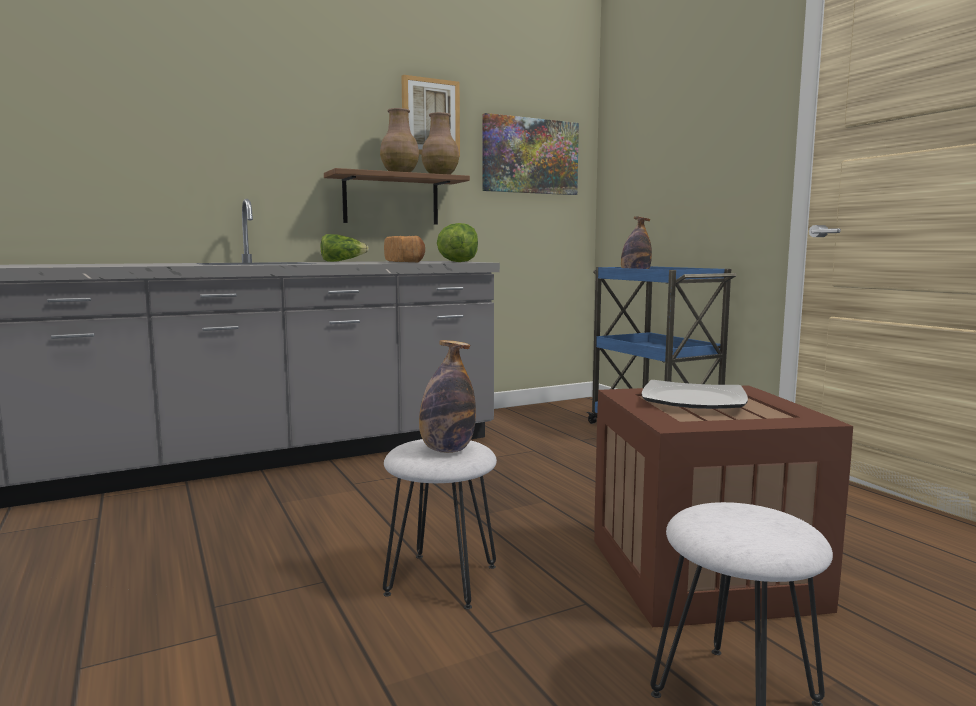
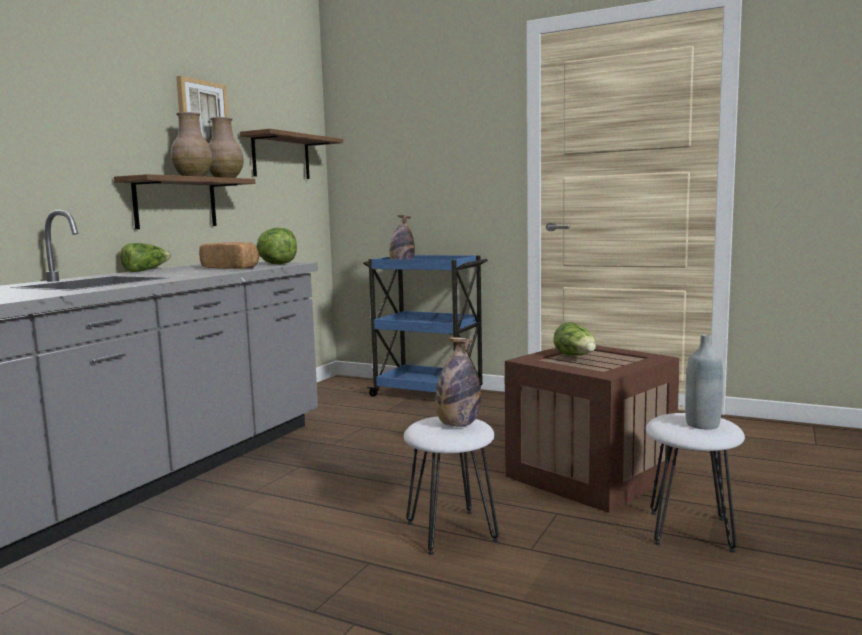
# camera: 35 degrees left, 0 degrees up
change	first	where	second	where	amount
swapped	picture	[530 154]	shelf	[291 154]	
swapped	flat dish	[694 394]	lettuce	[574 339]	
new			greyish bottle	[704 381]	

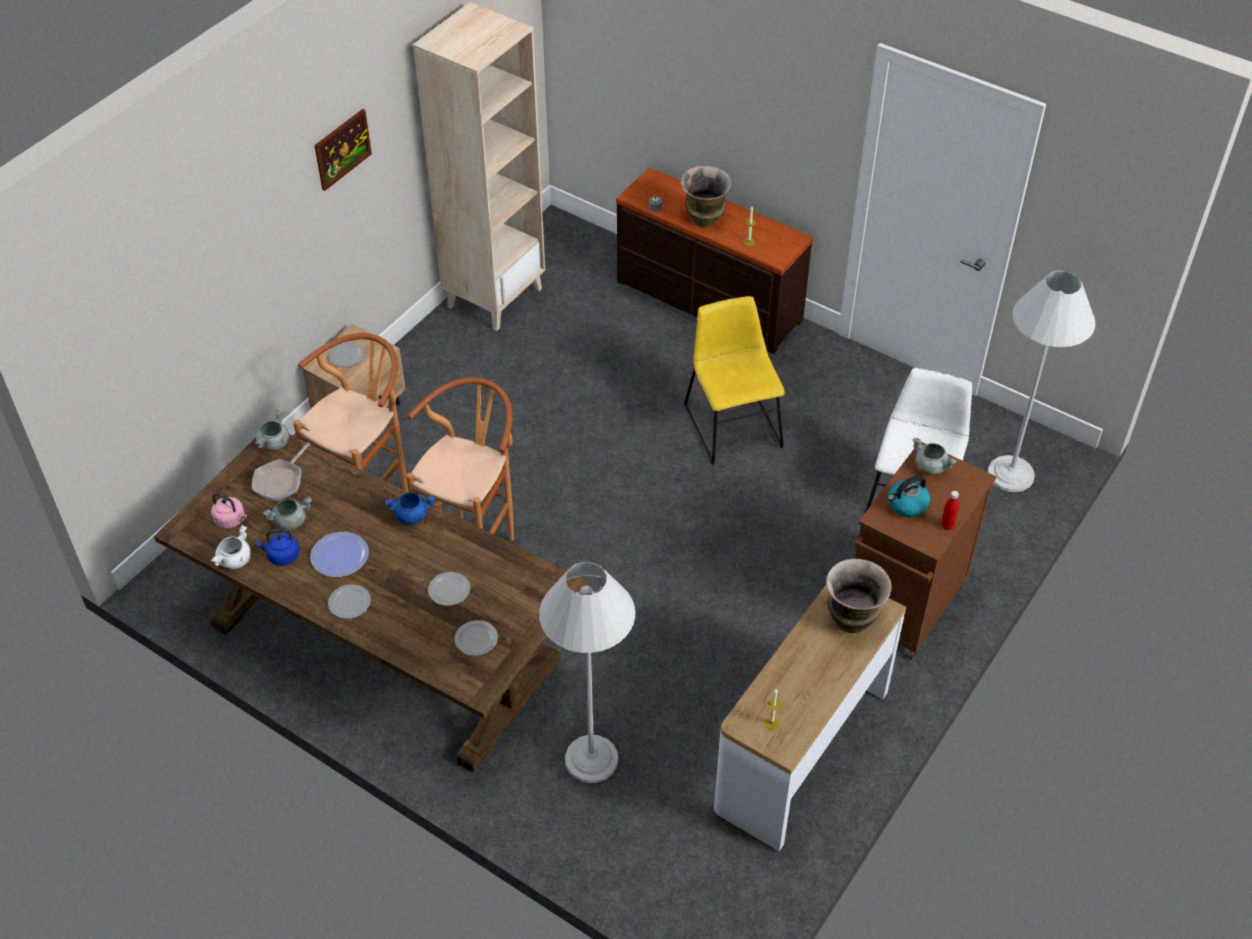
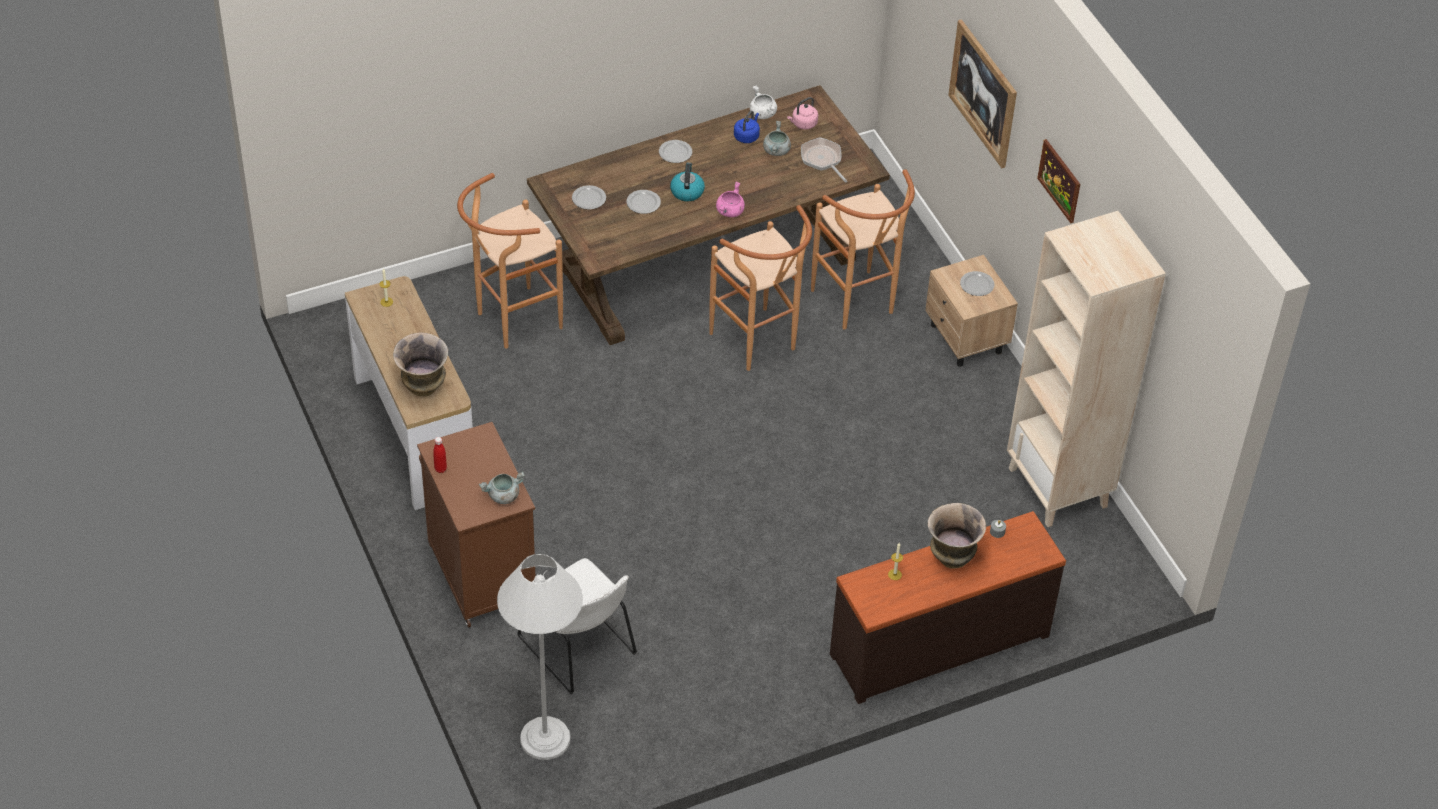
# camera: 120 degrees right, 0 degrees up
change	first	where	second	where	amount
gone	yellow-coloured plain chair	[734 380]			
gone	greyish cooking pot	[272 430]			
shifted	water kettle	[909 496]		[687 181]	
repainted	blue cooking pot	[410 508]	pink cooking pot	[730 199]	
gone	flat dish	[339 554]			
swapped	white standard lamp	[587 672]	brownish stool seat	[510 261]	
new			picture	[982 93]	

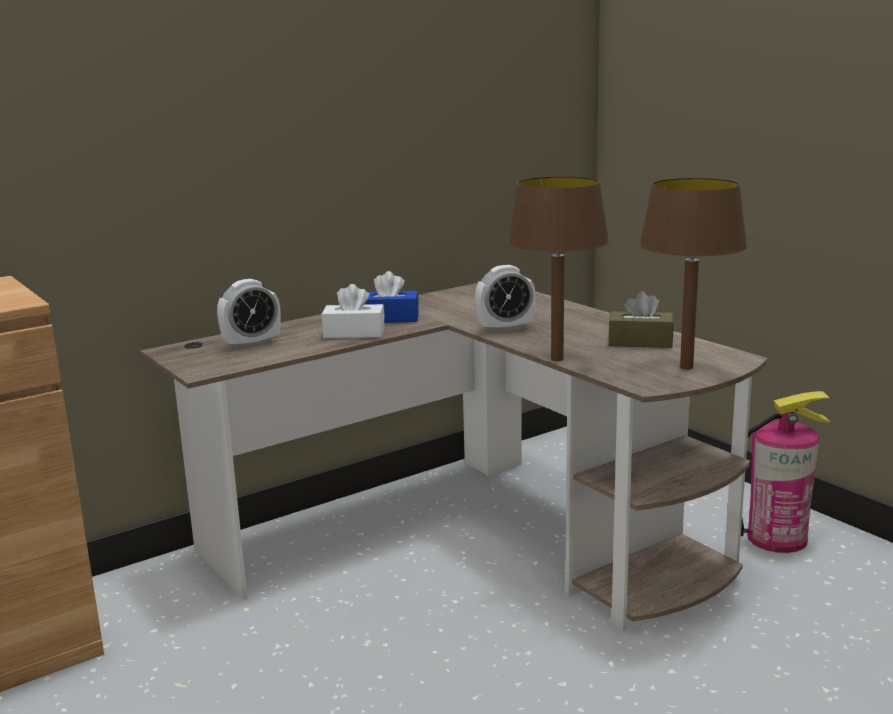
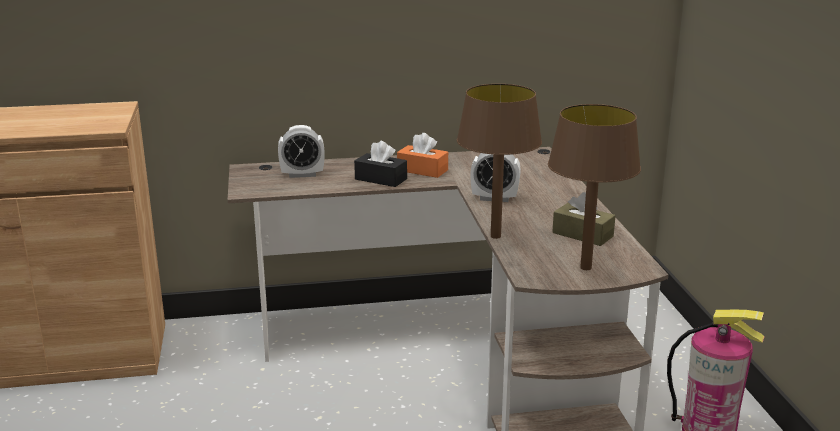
# camera: 25 degrees right, 5 degrees up
change	first	where	second	where	amount
repainted	blue box of tissues	[391 297]	orangey box of tissues	[422 155]	
repainted	white box of tissues	[353 311]	blackish box of tissues	[380 164]	

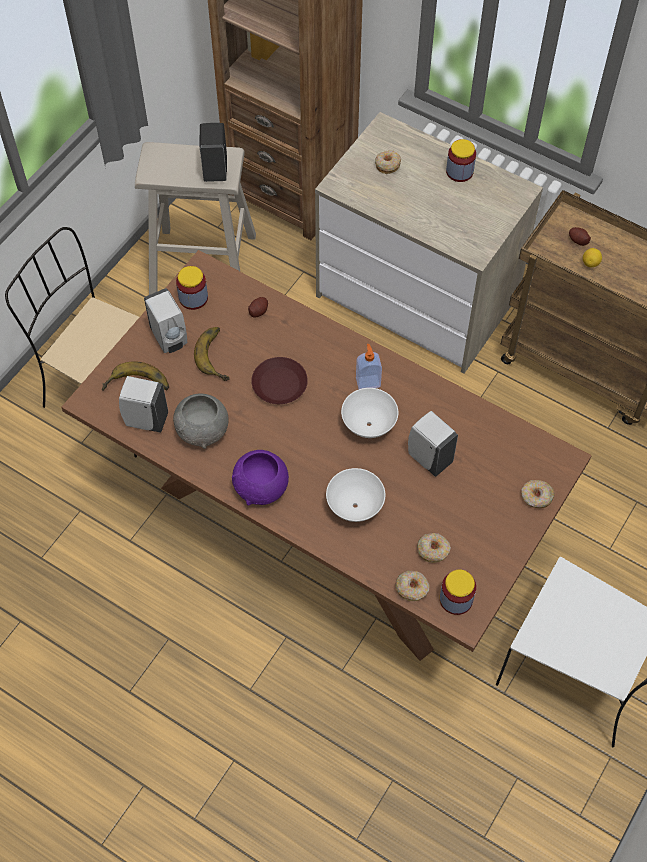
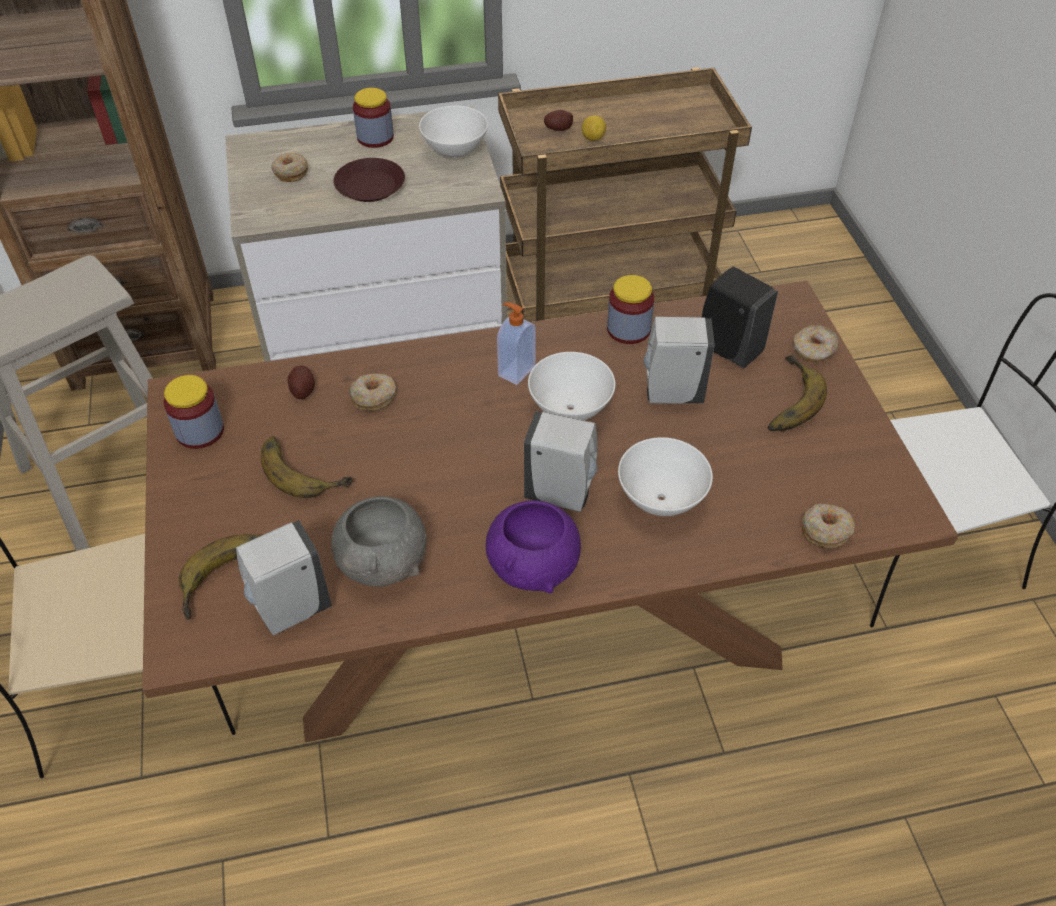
# camera: 45 degrees left, 10 degrees down
change	first	where	second	where	amount
shifted	blackish soap dispenser	[213 152]		[740 317]	
shifted	white soap dispenser	[165 320]		[561 461]	
shifted	brownish flat dish	[279 380]		[369 180]	
shifted	ring doughnut	[434 548]		[372 392]	
shifted	preserve jar	[458 592]		[630 309]	
new			white serving bowl	[453 132]	
new			banana	[797 393]	

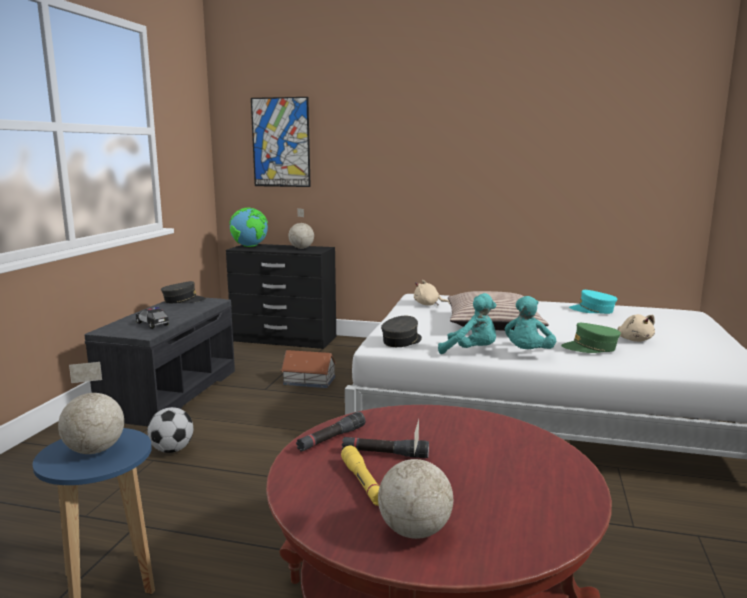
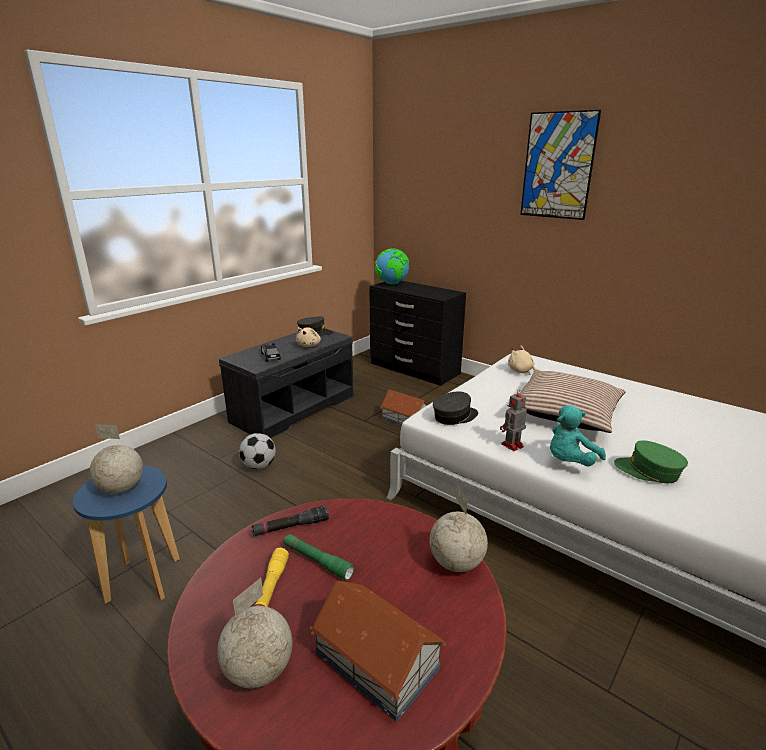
# camera: 25 degrees right, 10 degrees up
change	first	where	second	where	amount
shifted	picture	[281 142]		[560 165]	
shifted	globe	[301 228]		[459 528]	
gone	turquoise-coloured peaked cap	[593 302]			
swapped	turquoise-coloured cuddly toy	[467 323]	robot figure	[513 420]	
shifted	beige cuddly toy	[636 328]		[308 337]	
repainted	blackish flashlight	[385 447]	greenish flashlight	[318 557]	
new			miniature house	[378 651]	

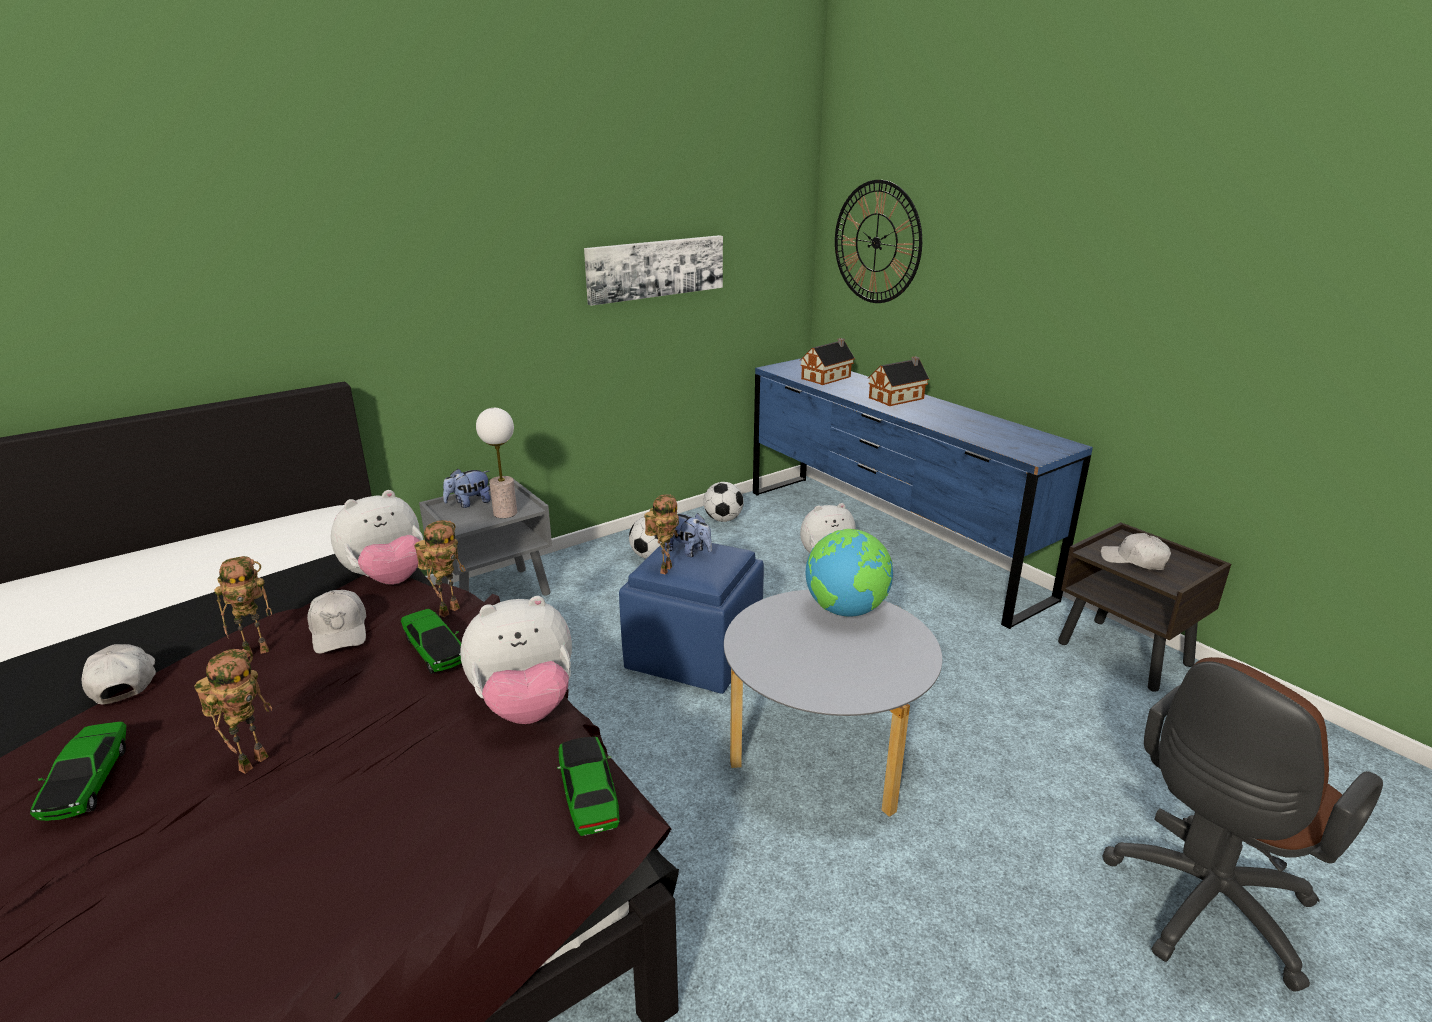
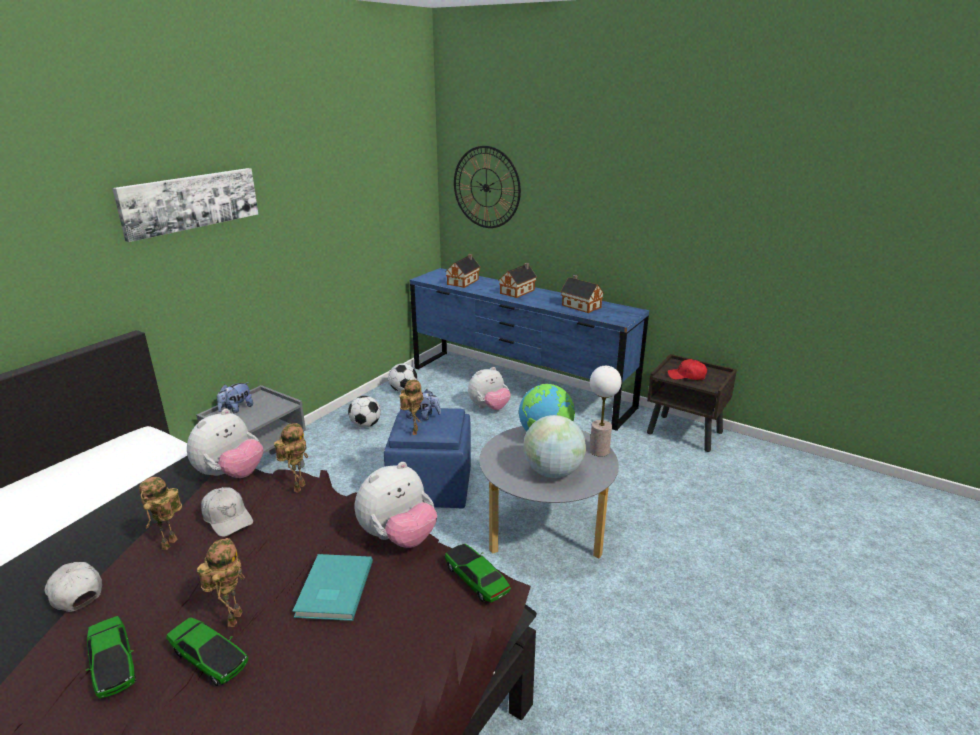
# camera: 20 degrees left, 0 degrees up
change	first	where	second	where	amount
shifted	picture	[653 270]		[185 205]	
shifted	tabletop lamp	[496 463]		[606 411]	
repainted	white peaked cap	[1136 551]	red peaked cap	[687 369]	
rotated	robot figure	[243 606]		[160 513]	150 degrees clockwise
shifted	toy car	[431 641]		[207 651]	
gone	brownish office chair	[1242 824]			
new			miniature house	[582 294]	
new			globe	[554 446]	
new			turquoise-coloured volume	[333 587]	

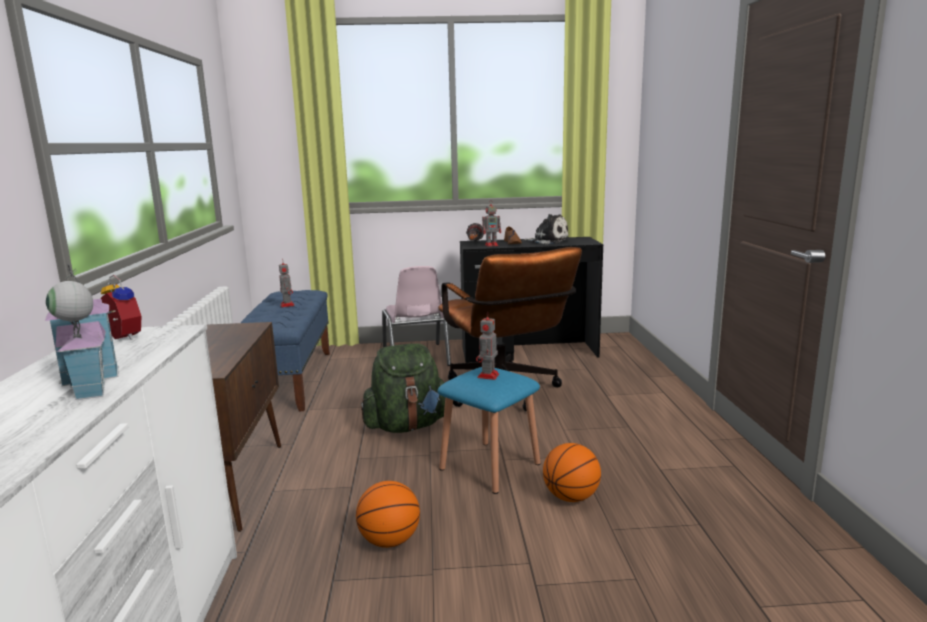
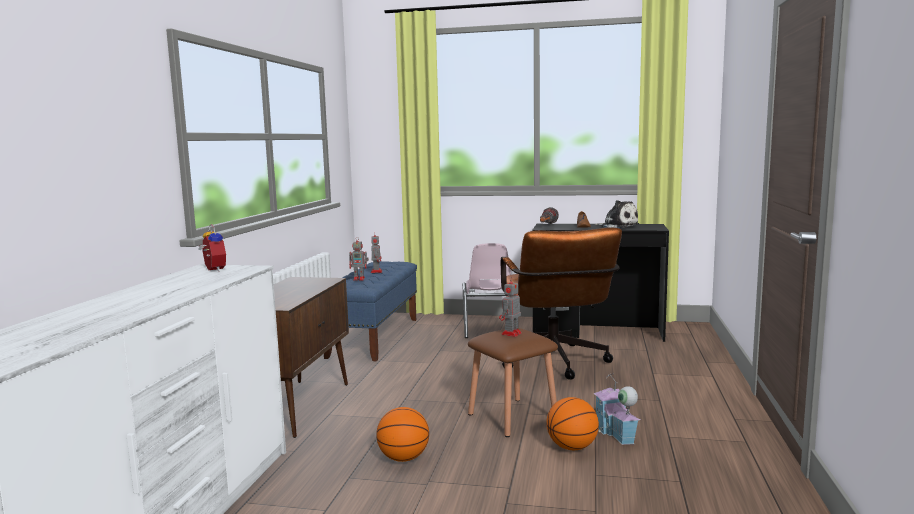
# camera: 15 degrees right, 5 degrees down
change	first	where	second	where	amount
shifted	robot figure	[491 223]		[359 259]	
shifted	miniature house	[82 332]		[616 409]	
gone	greenish backpack	[403 388]			
repainted	blue stool seat	[489 430]	brownish stool seat	[513 382]	

